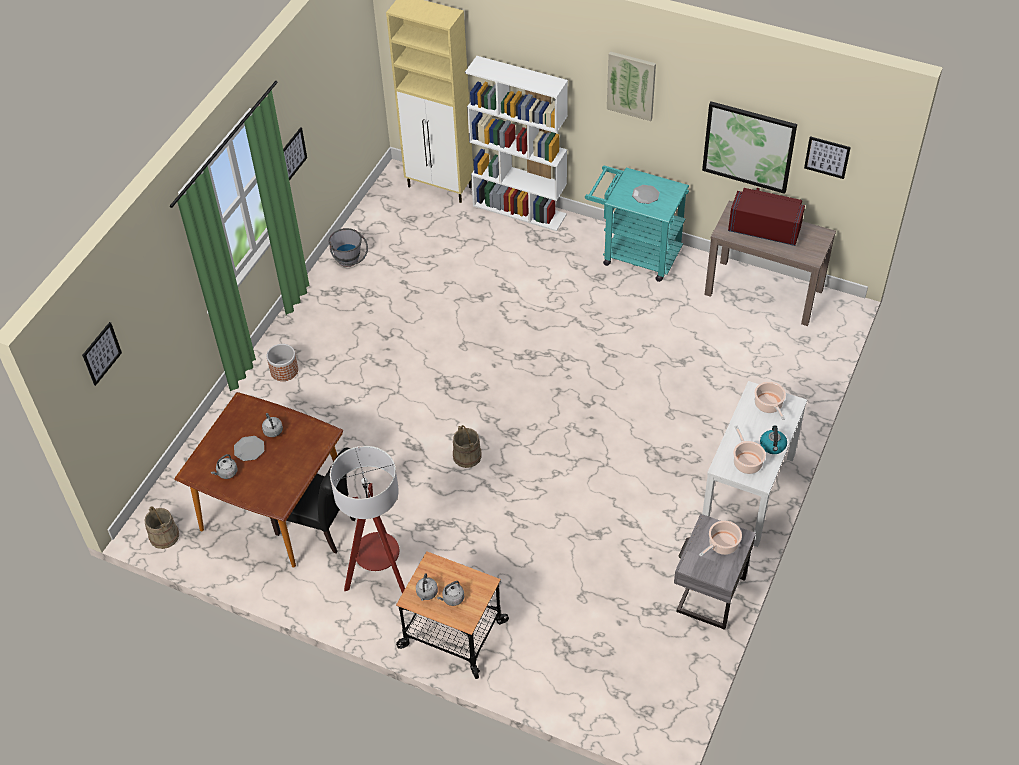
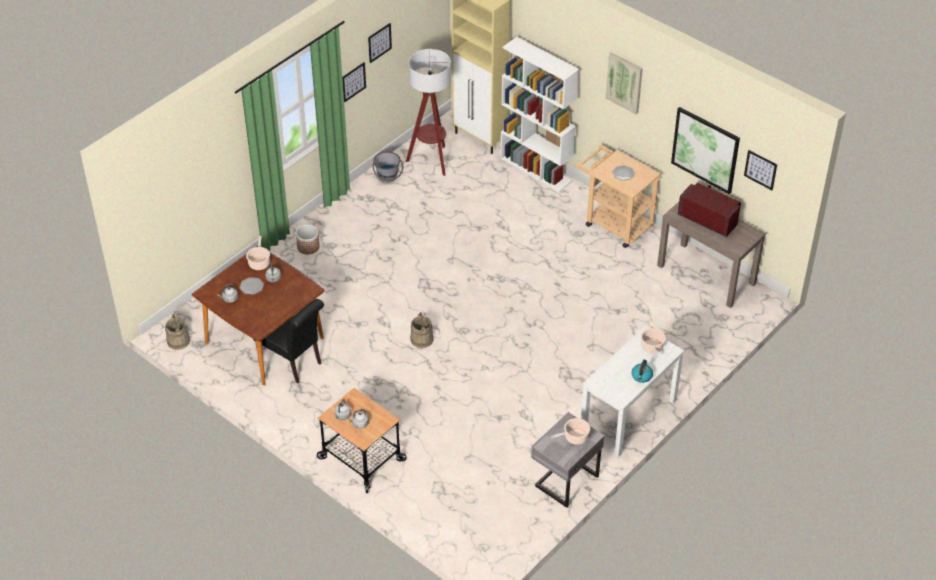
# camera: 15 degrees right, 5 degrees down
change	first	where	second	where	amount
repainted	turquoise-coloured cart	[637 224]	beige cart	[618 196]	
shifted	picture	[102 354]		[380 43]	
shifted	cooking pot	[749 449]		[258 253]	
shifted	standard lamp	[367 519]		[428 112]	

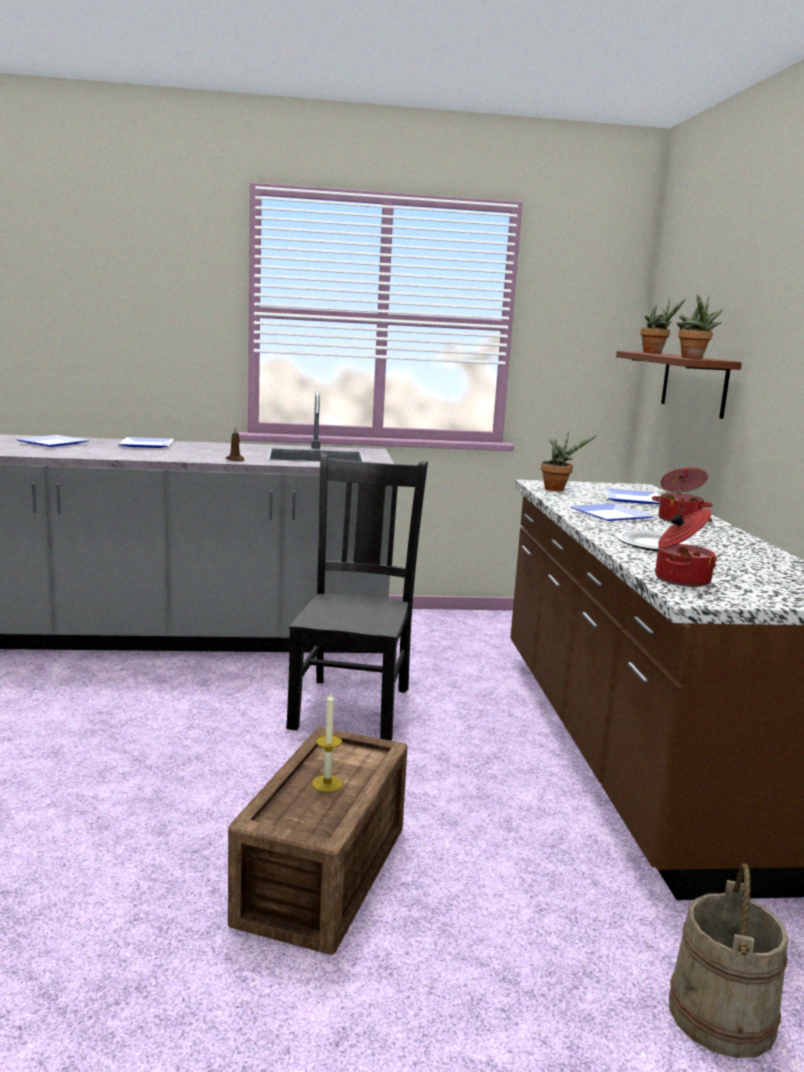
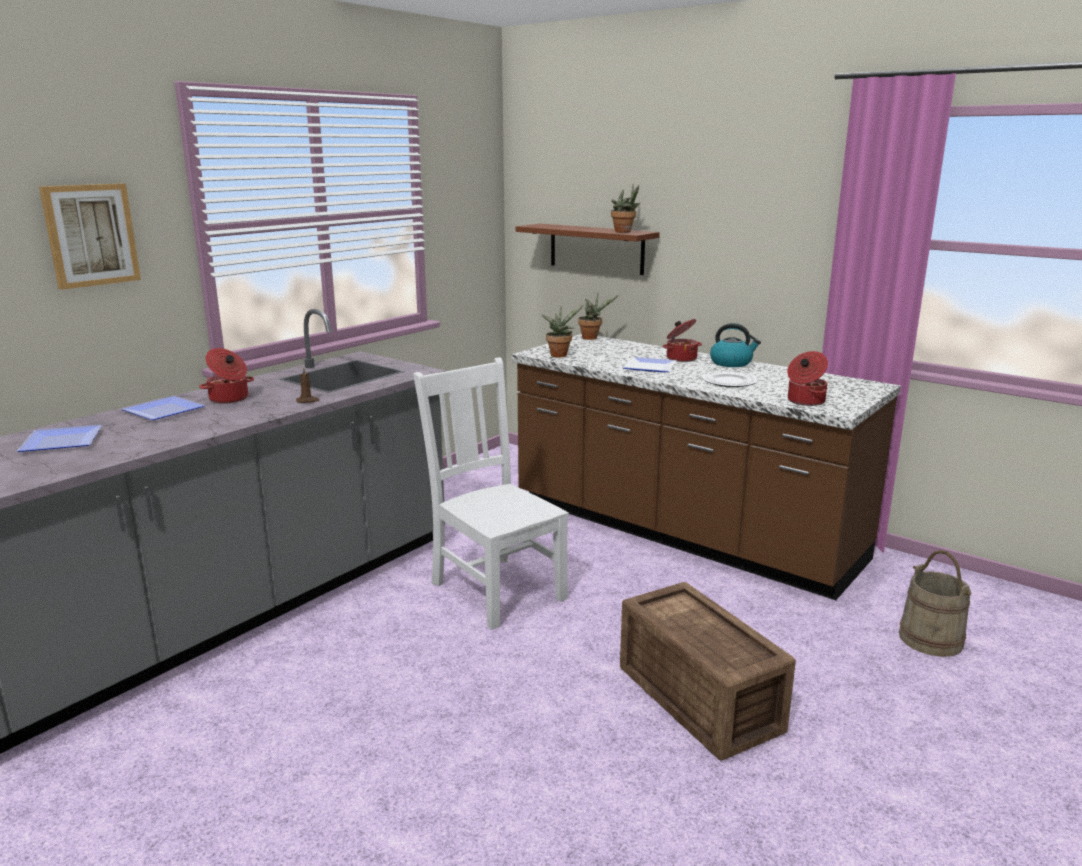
# camera: 45 degrees left, 5 degrees up
change	first	where	second	where	amount
shifted	plant in a pot	[662 326]		[598 317]	
repainted	blackish plain chair	[357 597]	white plain chair	[491 493]	
gone	flat dish	[632 496]			
gone	wax light	[327 742]			
new			picture	[90 237]	
new			water kettle	[735 345]	
new			cooking pot	[226 376]	

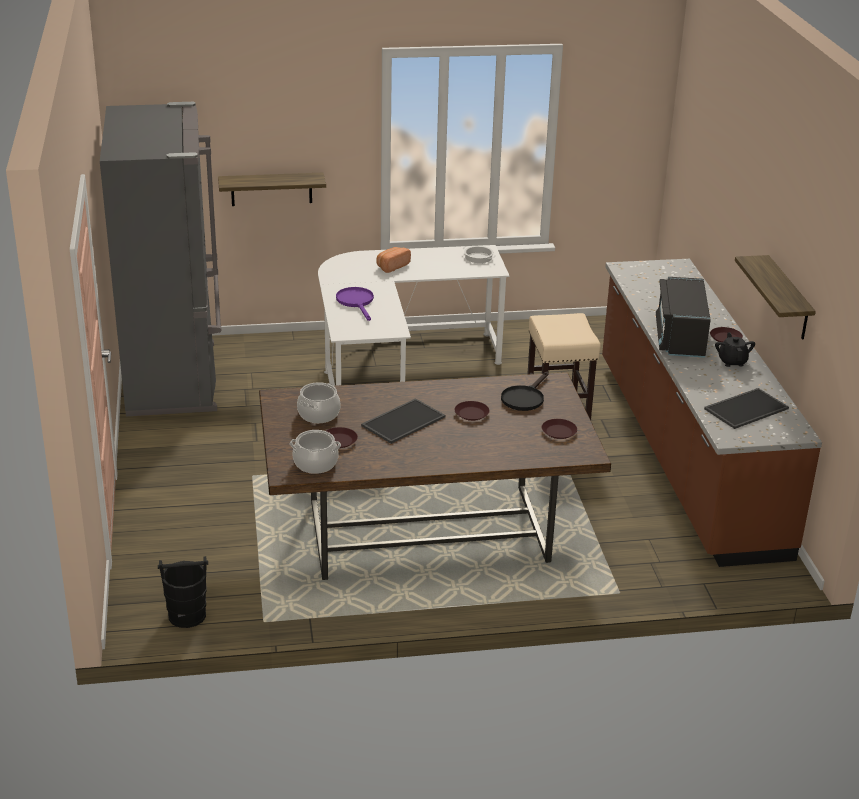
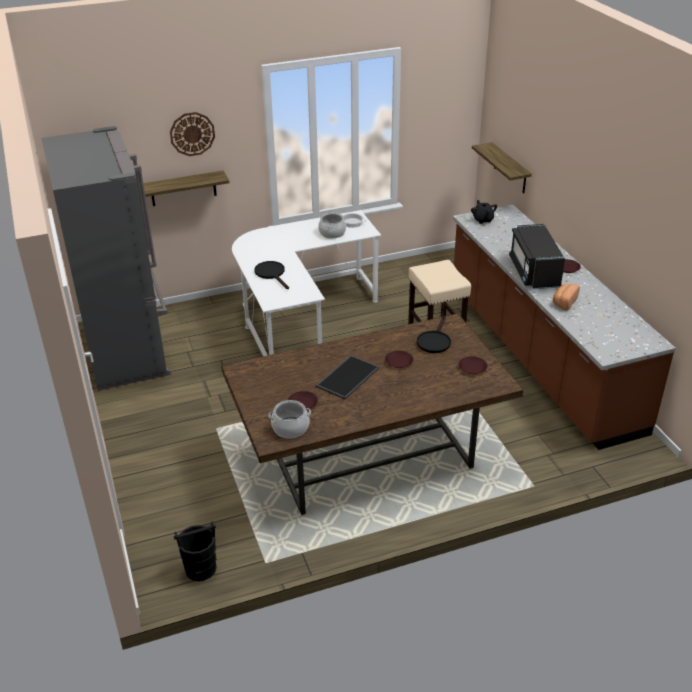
# camera: 10 degrees left, 5 degrees up
change	first	where	second	where	amount
shifted	bread	[393 260]		[566 297]	
shifted	shelf	[775 297]		[502 167]	
repainted	purple pan	[355 304]	blackish pan	[271 275]	
shifted	blackish tea pot	[735 349]		[484 212]	
shifted	cooking pot	[319 402]		[332 226]	
gone	tray	[746 408]			
new			clock on the wall	[192 134]	

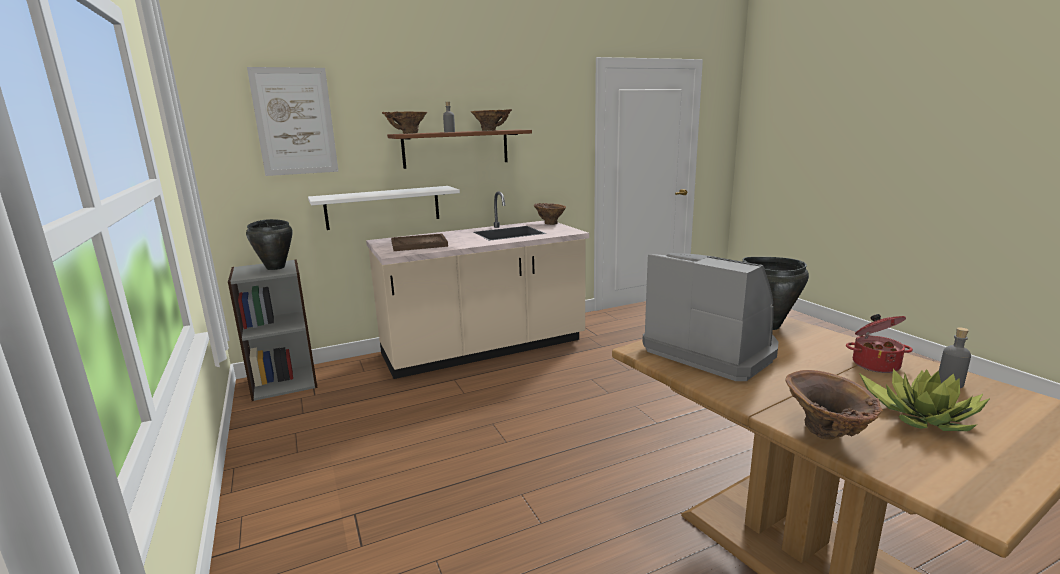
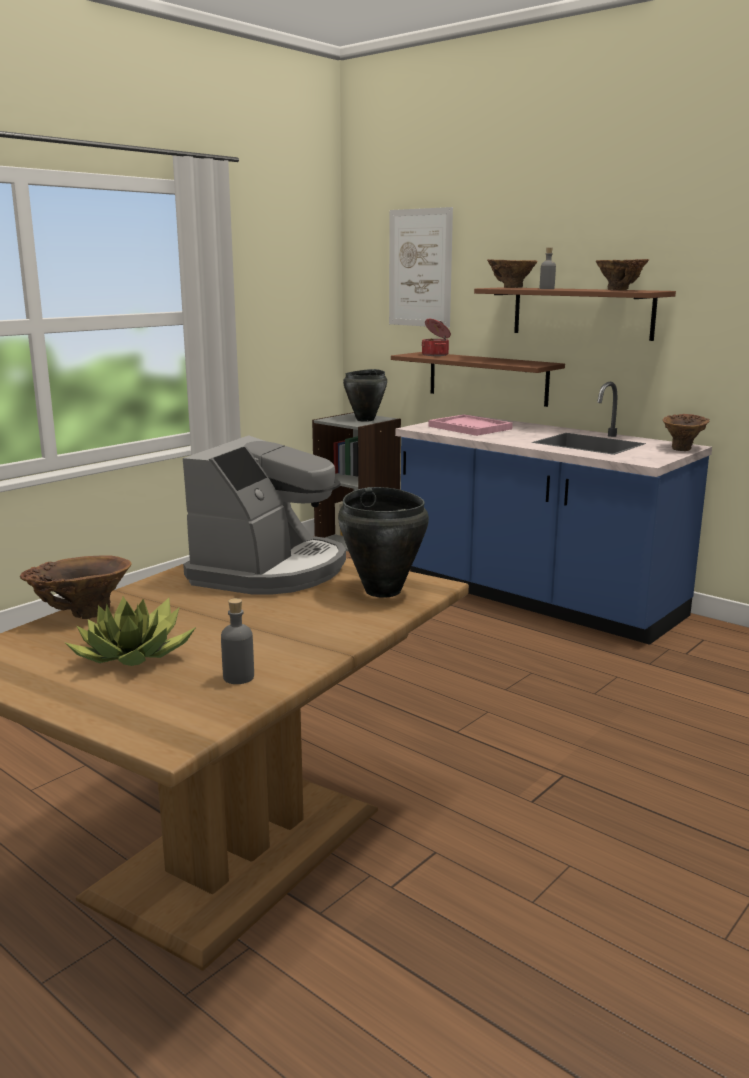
# camera: 65 degrees right, 0 degrees up
change	first	where	second	where	amount
repainted	white shelf	[384 208]	brownish shelf	[478 379]	
repainted	beige kitchen counter	[477 285]	blue kitchen counter	[553 513]	
repainted	brownish tray	[419 242]	pink tray	[470 425]	
shifted	cooking pot	[879 343]		[436 337]	

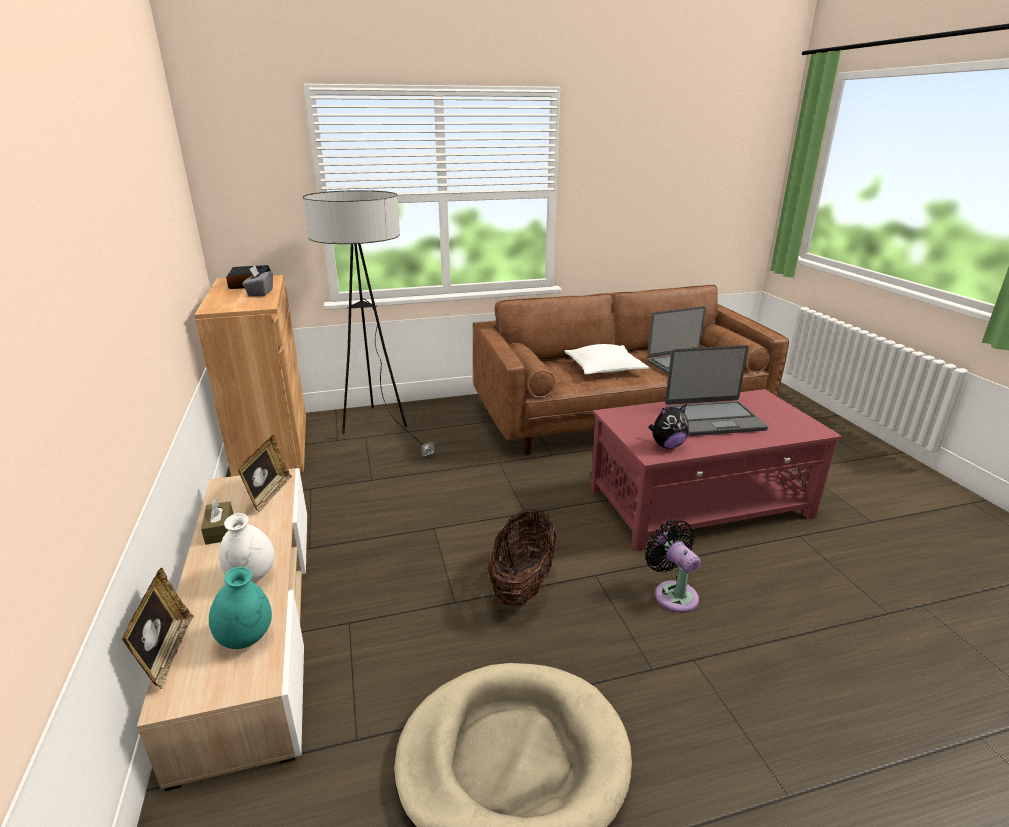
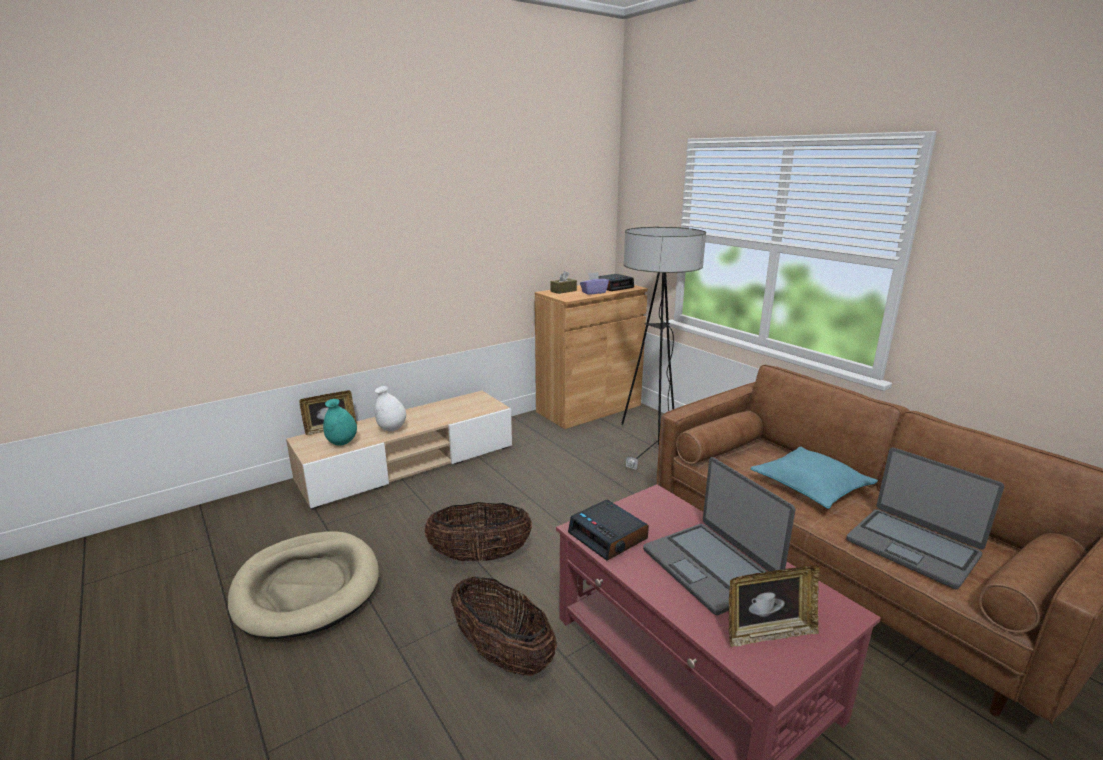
# camera: 70 degrees right, 5 degrees down
change	first	where	second	where	amount
repainted	greyish box of tissues	[258 281]	purple box of tissues	[594 283]	
repainted	white pillow	[607 359]	turquoise-coloured pillow	[814 478]	
swapped	cuddly toy	[669 426]	alarm clock	[608 530]	
shifted	photo frame	[265 473]		[774 606]	
shifted	brownish box of tissues	[217 521]		[563 282]	
swapped	blackish electric fan	[673 566]	basket	[504 625]	

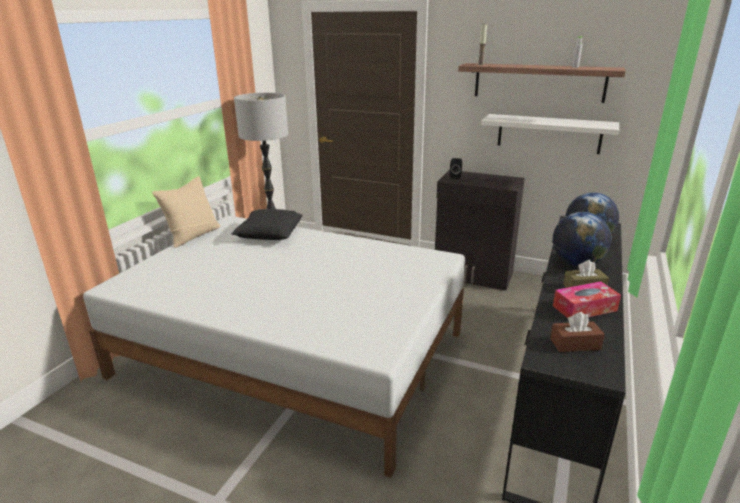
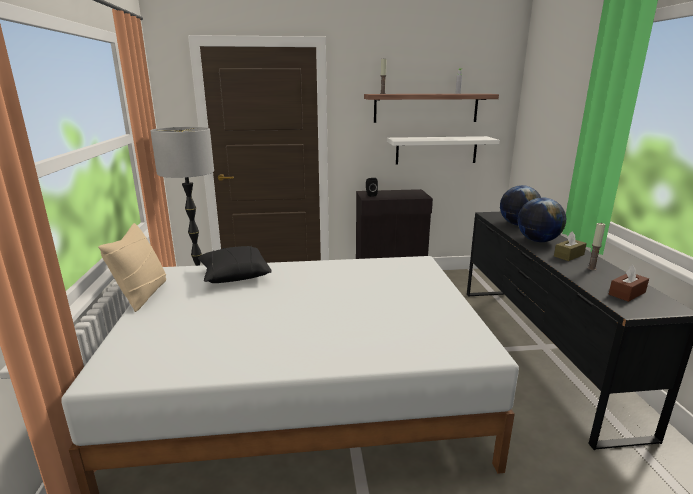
# camera: 30 degrees left, 5 degrees down
change	first	where	second	where	amount
swapped	box of tissues	[587 299]	wax light	[596 246]	

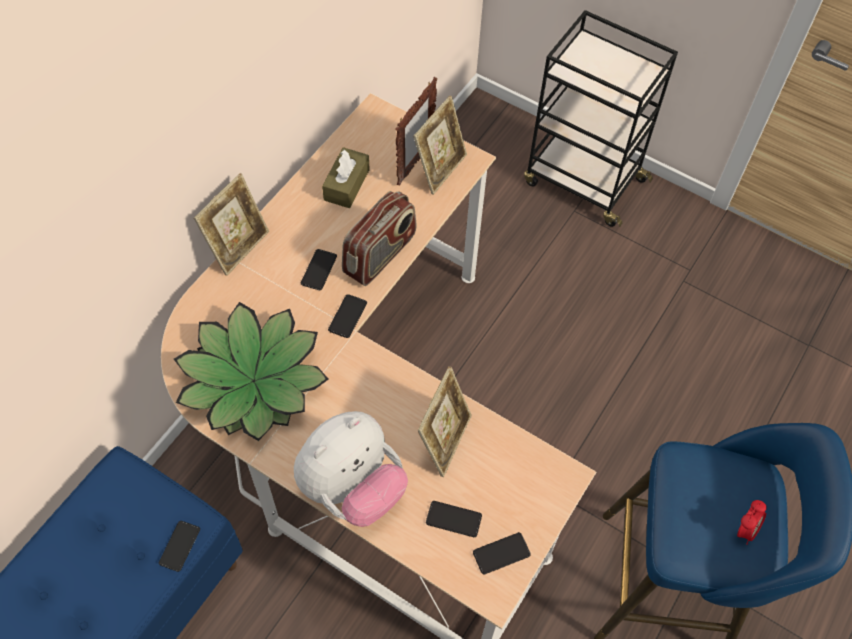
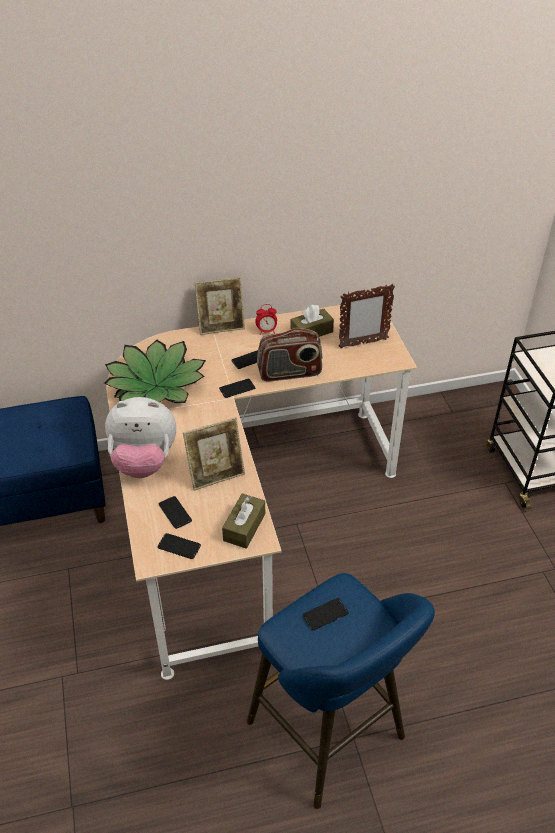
# camera: 45 degrees right, 15 degrees down
change	first	where	second	where	amount
gone	photo frame	[440 145]			
shifted	alarm clock	[752 522]		[266 319]	
shifted	handset	[179 546]		[326 614]	
new			brownish box of tissues	[243 521]	

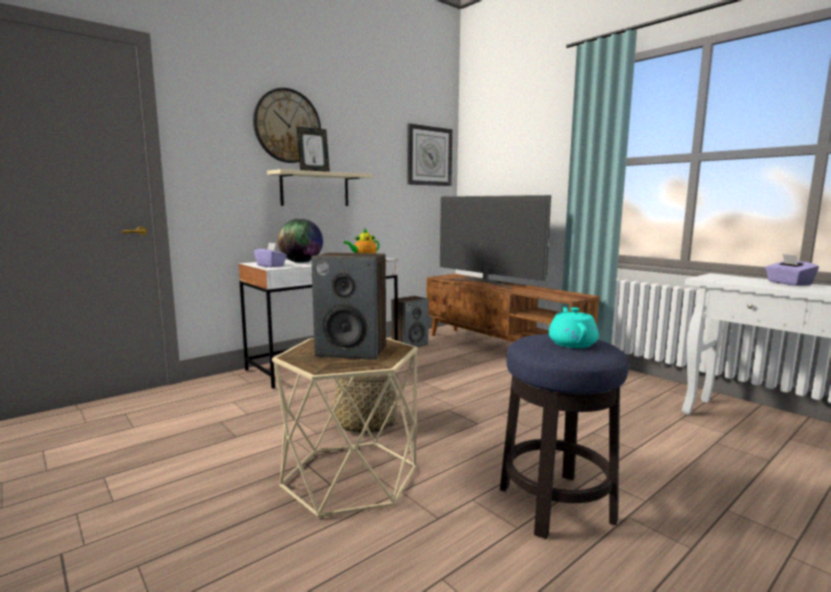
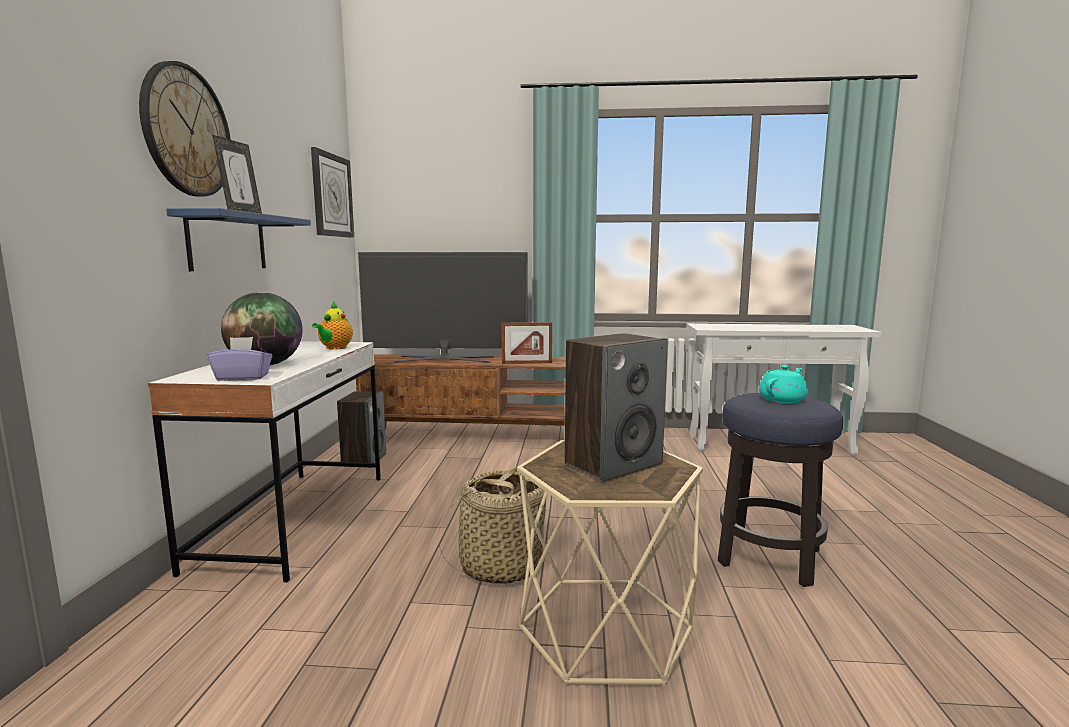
# camera: 45 degrees left, 0 degrees up
change	first	where	second	where	amount
repainted	beige shelf	[319 187]	blue shelf	[239 239]	
gone	purple box of tissues	[792 270]			
rotated	turquoise-coloured tea pot	[574 327]		[783 384]	90 degrees clockwise
new			photo frame	[526 343]	

